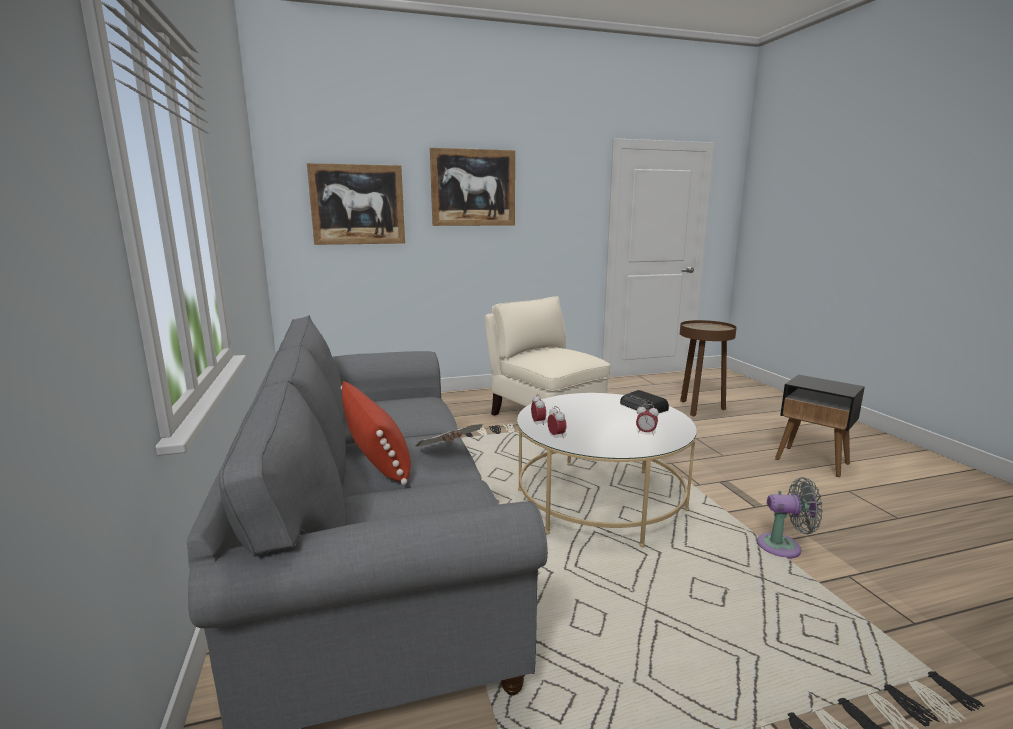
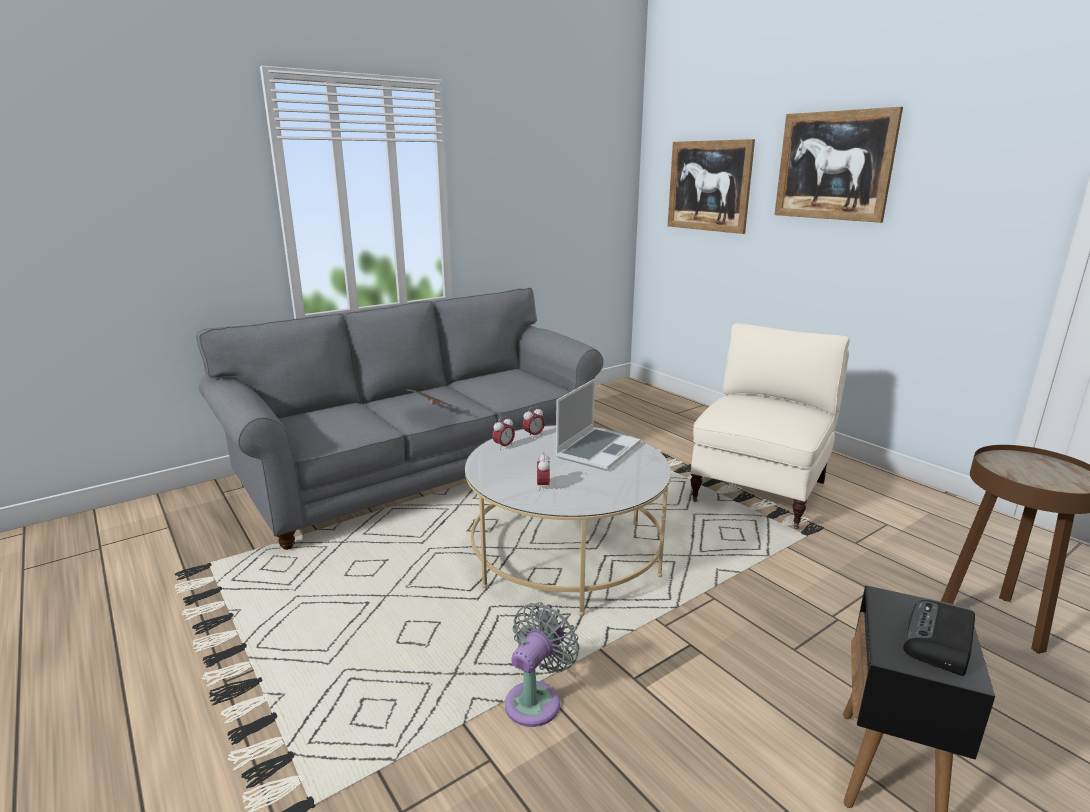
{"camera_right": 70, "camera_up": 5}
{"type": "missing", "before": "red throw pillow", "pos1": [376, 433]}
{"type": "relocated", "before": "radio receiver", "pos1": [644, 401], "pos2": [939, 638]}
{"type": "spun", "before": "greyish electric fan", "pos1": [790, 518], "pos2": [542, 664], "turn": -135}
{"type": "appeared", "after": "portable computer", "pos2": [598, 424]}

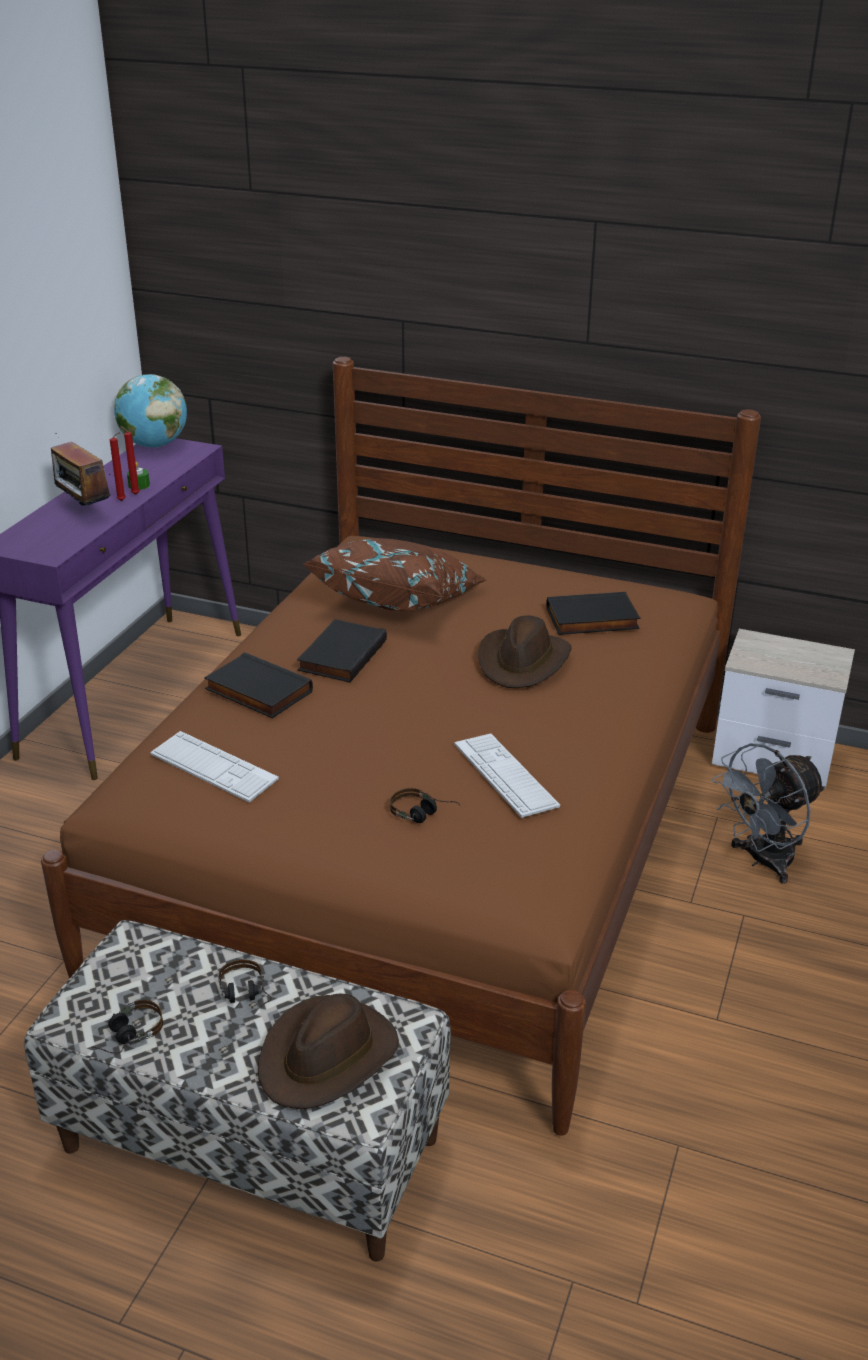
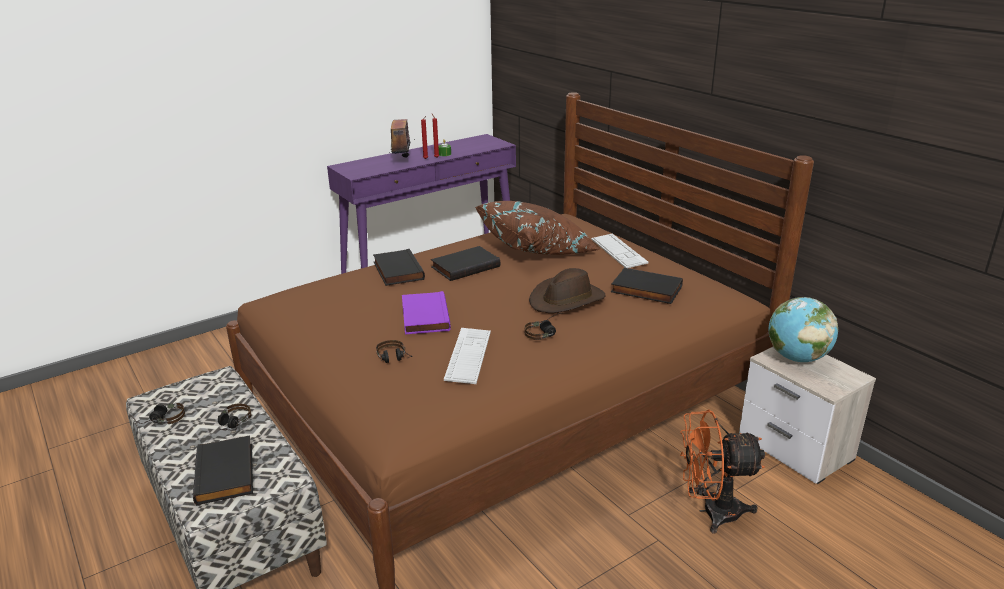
{"camera_right": 35, "camera_up": -5}
{"type": "relocated", "before": "world globe", "pos1": [150, 410], "pos2": [803, 329]}
{"type": "relocated", "before": "keyboard", "pos1": [214, 767], "pos2": [620, 251]}
{"type": "colour", "before": "greyish electric fan", "after": "orange electric fan", "pos1": [769, 813], "pos2": [722, 472]}
{"type": "exchanged", "before": "brown-coloured hat", "after": "blackish book", "pos1": [328, 1051], "pos2": [223, 471]}
{"type": "appeared", "after": "purple-coloured book", "pos2": [426, 312]}
{"type": "appeared", "after": "headset", "pos2": [542, 326]}

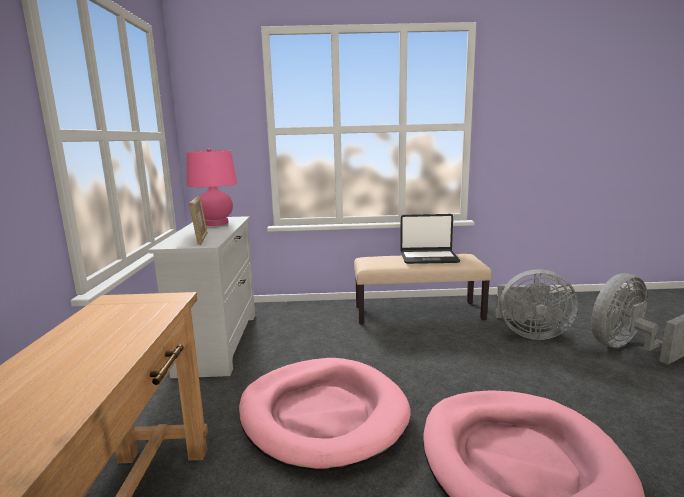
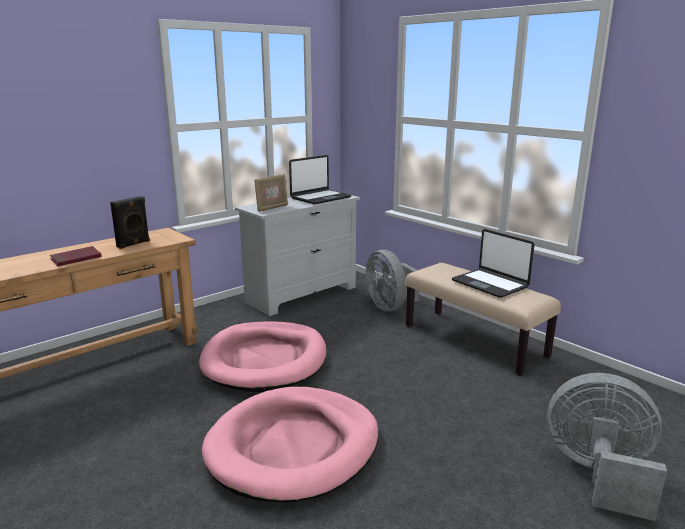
{"camera_right": 50, "camera_up": 5}
{"type": "exchanged", "before": "pinkish lamp for a table", "after": "portable computer", "pos1": [212, 187], "pos2": [320, 180]}
{"type": "relocated", "before": "greyish electric fan", "pos1": [537, 304], "pos2": [393, 281]}
{"type": "appeared", "after": "blackish loudspeaker", "pos2": [130, 222]}
{"type": "appeared", "after": "red book", "pos2": [76, 256]}

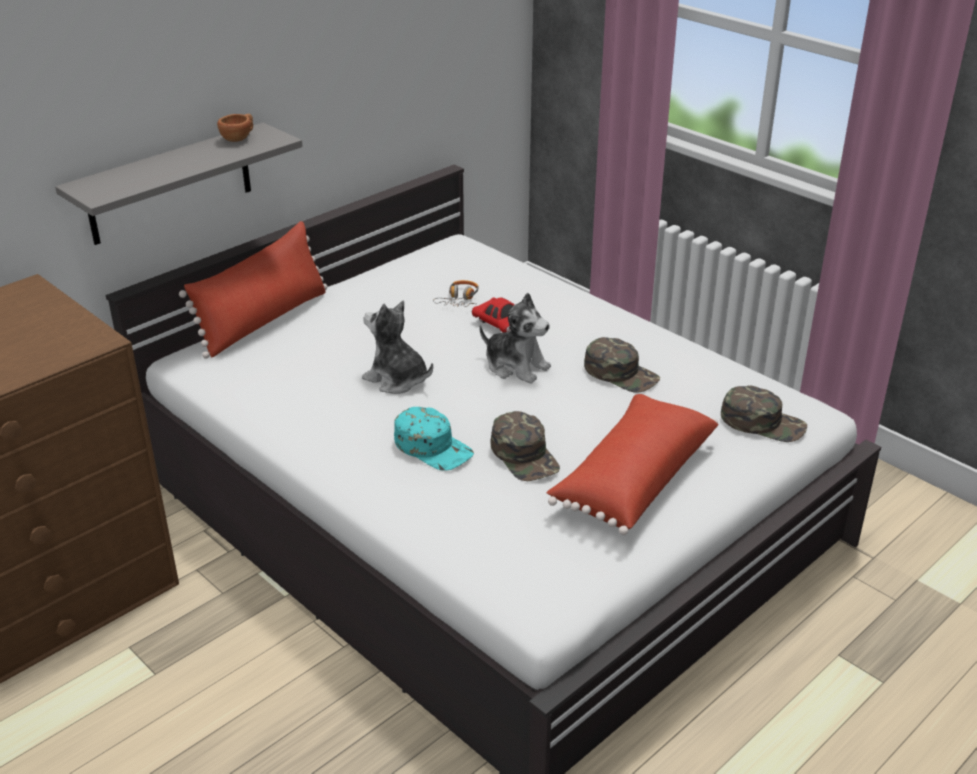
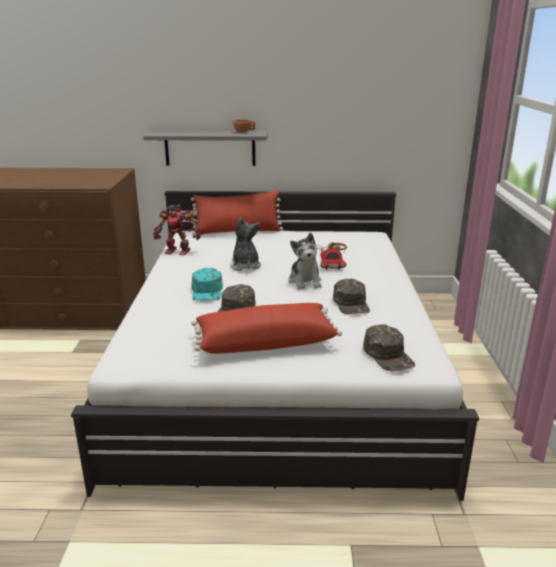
{"camera_right": 45, "camera_up": -10}
{"type": "appeared", "after": "model robot", "pos2": [177, 230]}

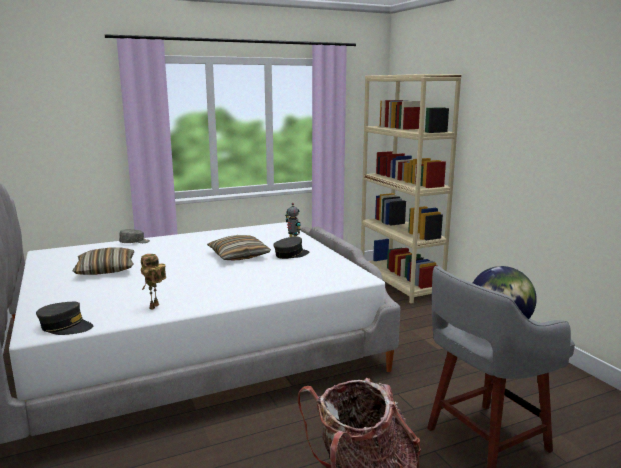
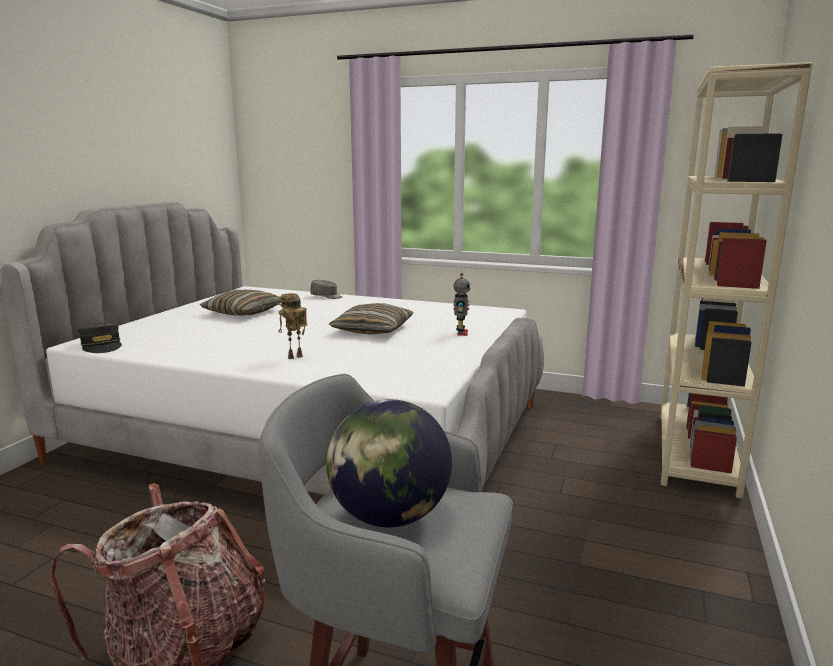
{"camera_right": 45, "camera_up": 0}
{"type": "missing", "before": "greyish baseball cap", "pos1": [291, 247]}
{"type": "relocated", "before": "model robot", "pos1": [153, 282], "pos2": [292, 326]}

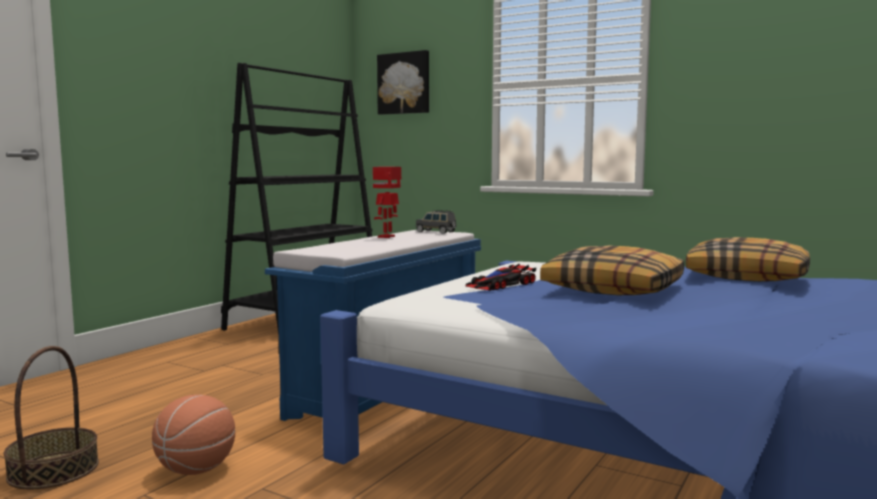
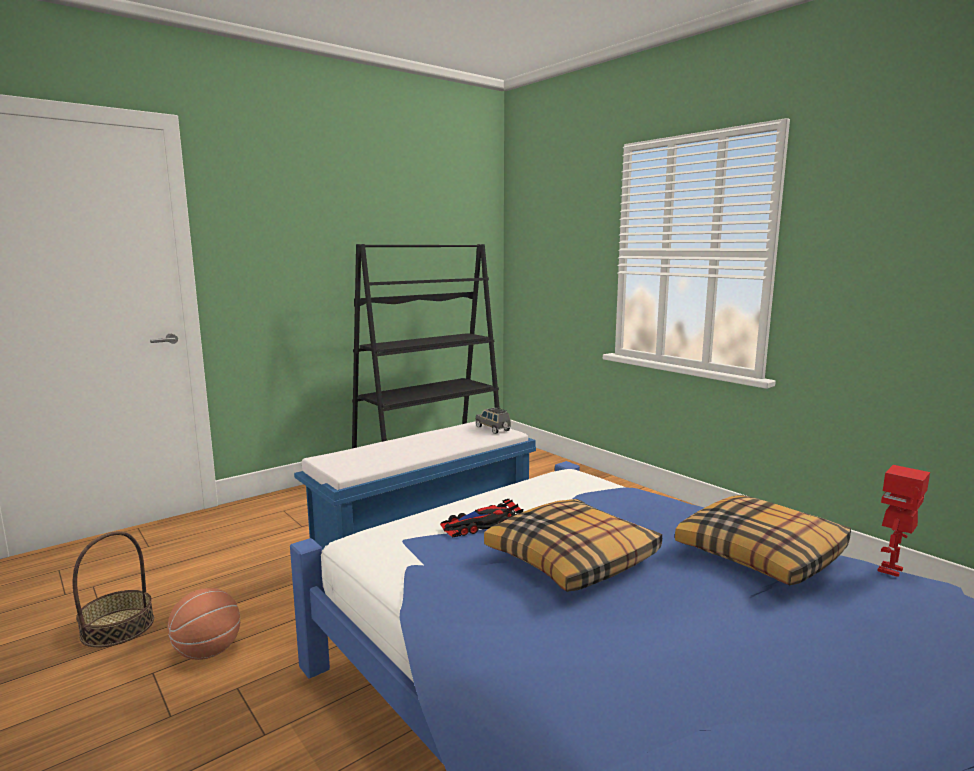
{"camera_right": 20, "camera_up": 5}
{"type": "missing", "before": "wall art", "pos1": [403, 82]}
{"type": "relocated", "before": "model robot", "pos1": [387, 202], "pos2": [903, 521]}

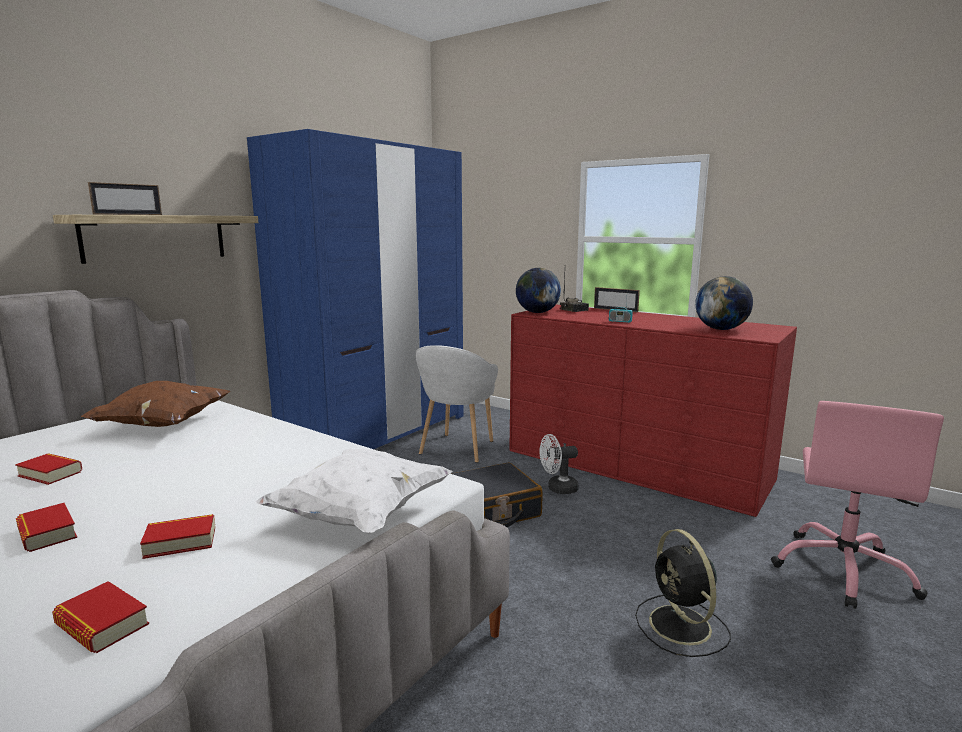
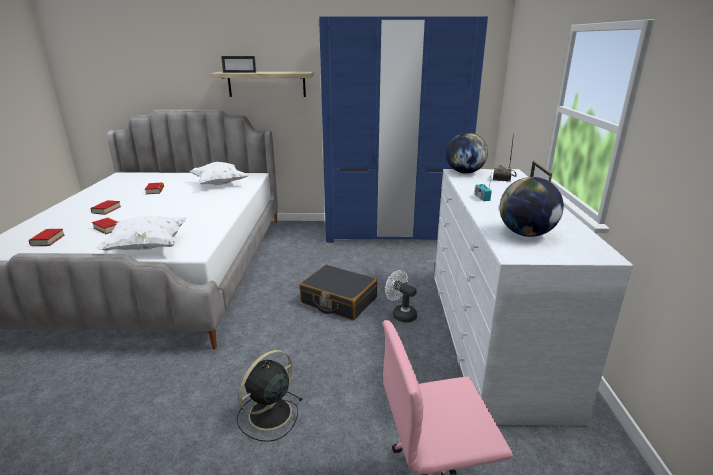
{"camera_right": 55, "camera_up": 10}
{"type": "colour", "before": "red drawer chest", "after": "whitish drawer chest", "pos1": [653, 411], "pos2": [534, 297]}
{"type": "missing", "before": "whitish lounge chair", "pos1": [457, 404]}
{"type": "colour", "before": "brown-coloured throw pillow", "after": "whitish throw pillow", "pos1": [156, 404], "pos2": [219, 173]}

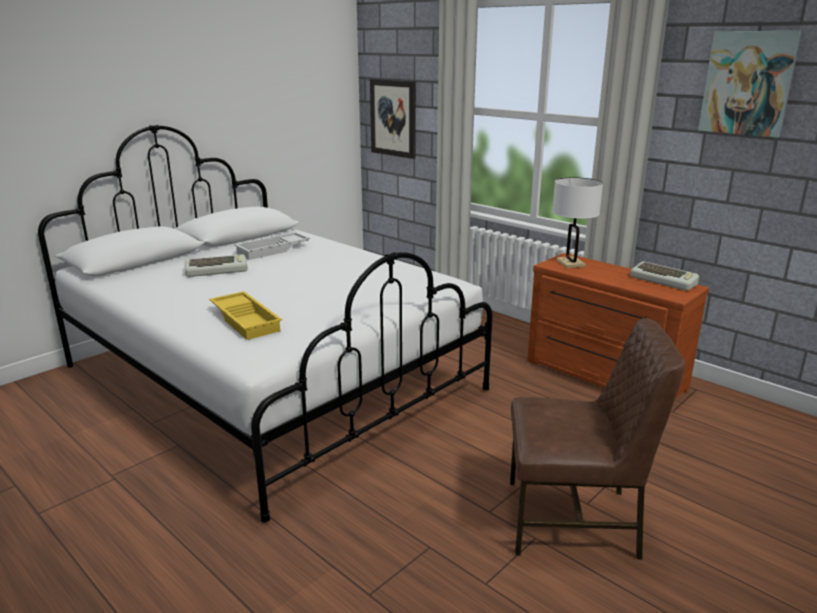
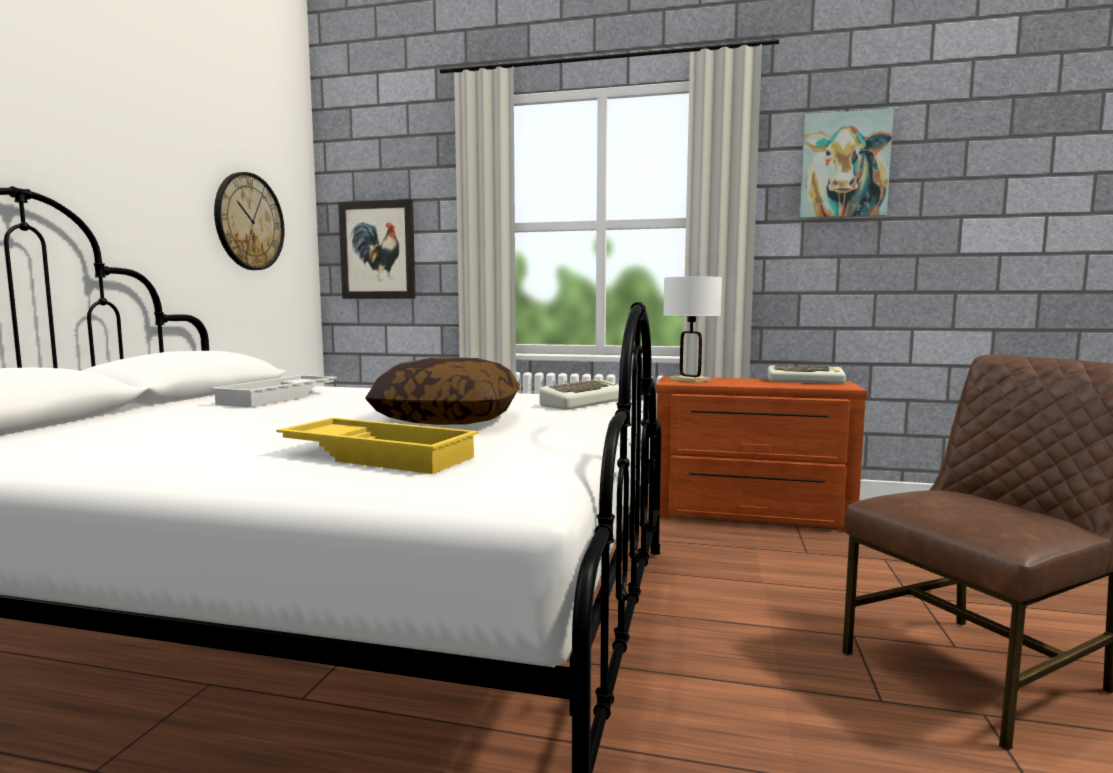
{"camera_right": -30, "camera_up": -15}
{"type": "relocated", "before": "keyboard", "pos1": [216, 265], "pos2": [579, 394]}
{"type": "appeared", "after": "wall clock", "pos2": [249, 221]}
{"type": "appeared", "after": "throw pillow", "pos2": [442, 391]}

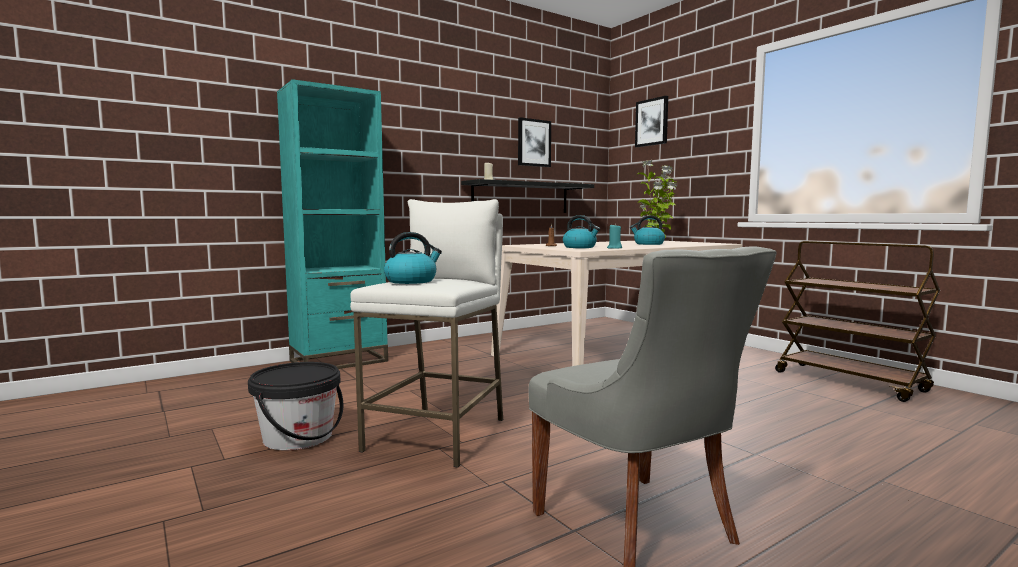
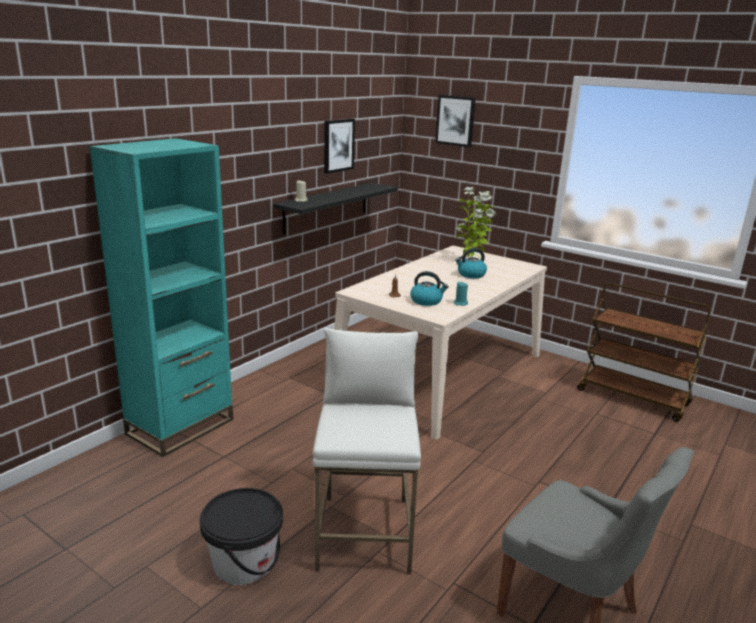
{"camera_right": -20, "camera_up": 15}
{"type": "missing", "before": "kettle", "pos1": [413, 258]}

